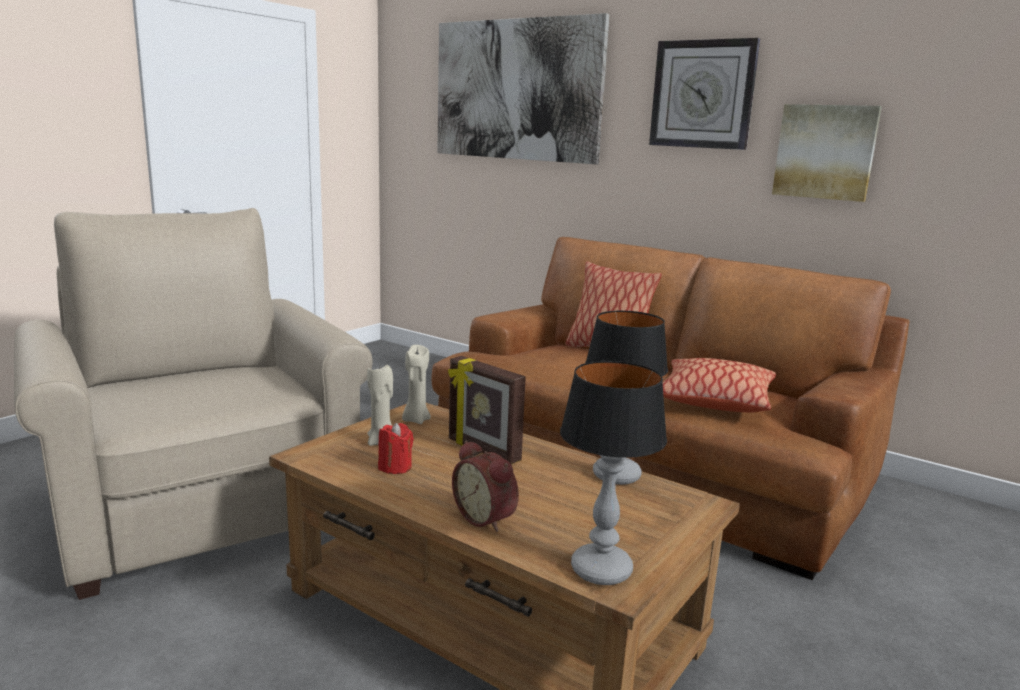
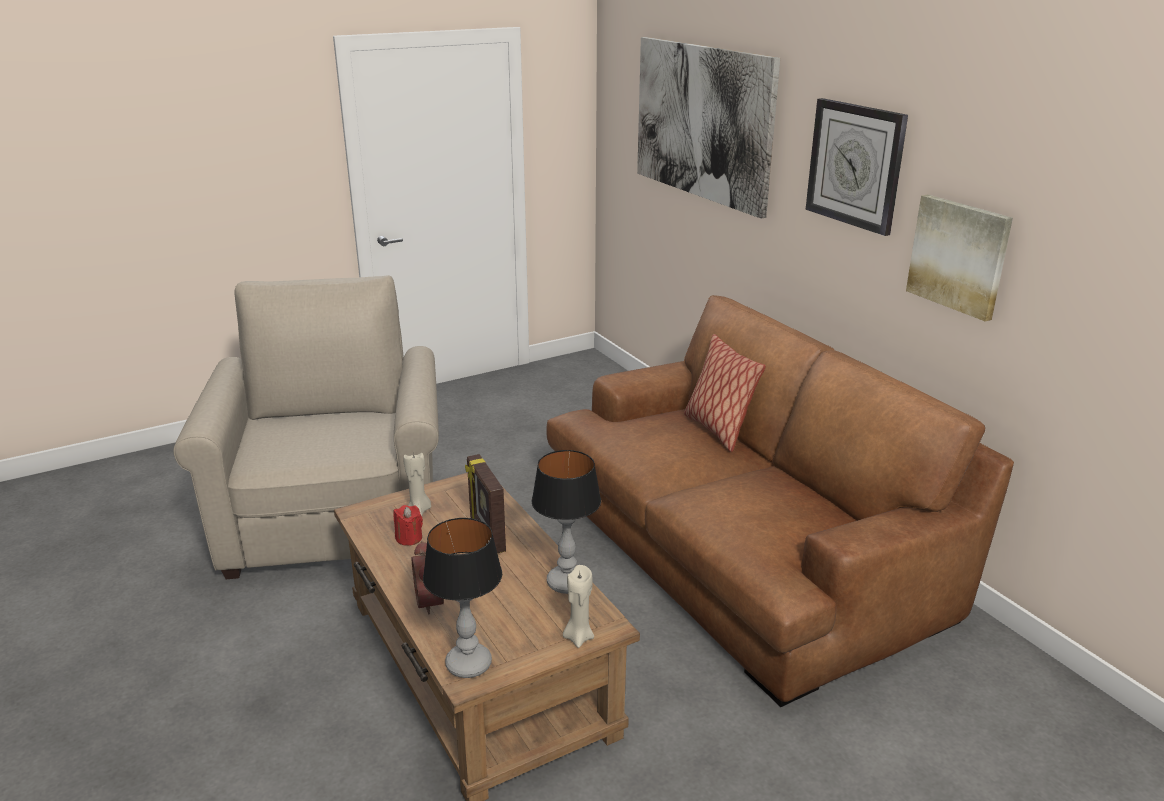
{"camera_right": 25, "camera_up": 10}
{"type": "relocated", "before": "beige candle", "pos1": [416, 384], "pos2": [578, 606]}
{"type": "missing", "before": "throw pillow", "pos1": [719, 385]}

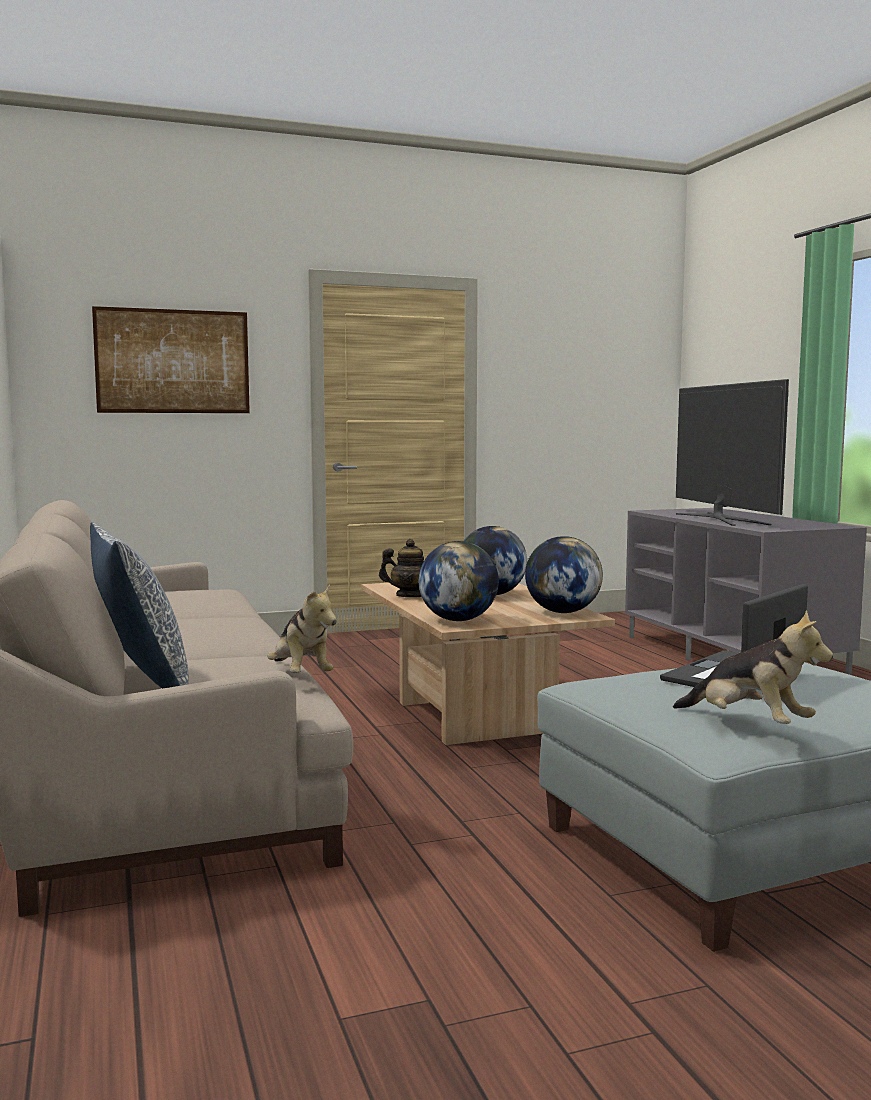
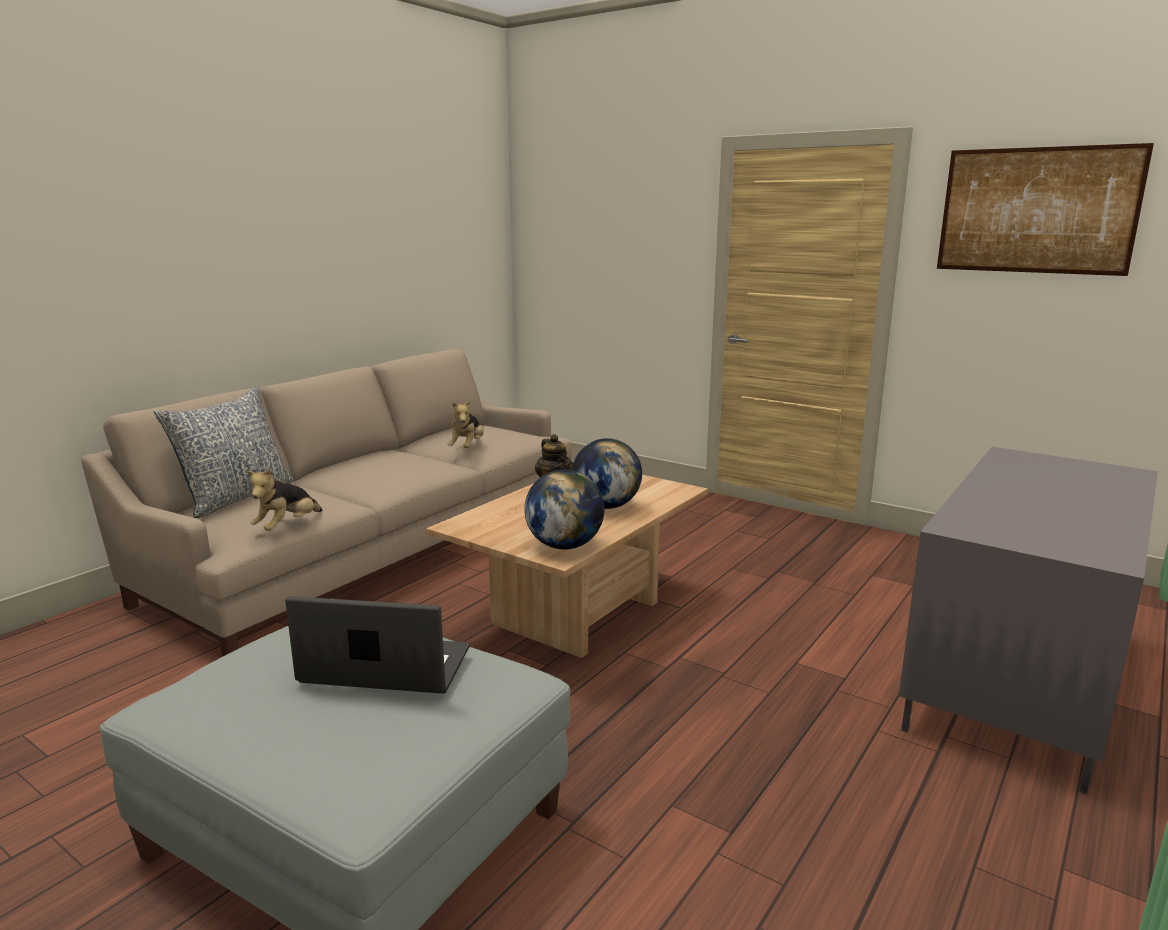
{"camera_right": 55, "camera_up": 10}
{"type": "relocated", "before": "wall art", "pos1": [171, 359], "pos2": [1045, 209]}
{"type": "missing", "before": "TV", "pos1": [732, 452]}
{"type": "missing", "before": "world globe", "pos1": [459, 581]}
{"type": "relocated", "before": "soft toy", "pos1": [753, 667], "pos2": [465, 423]}

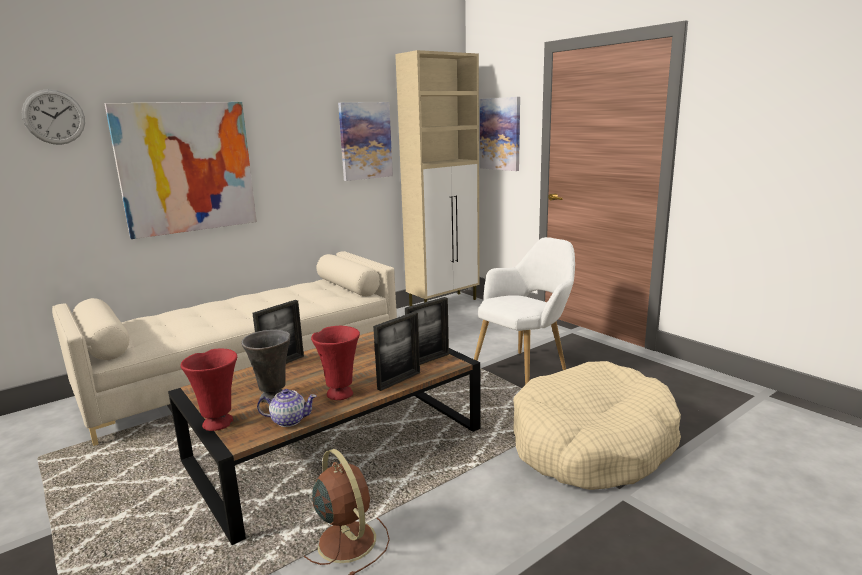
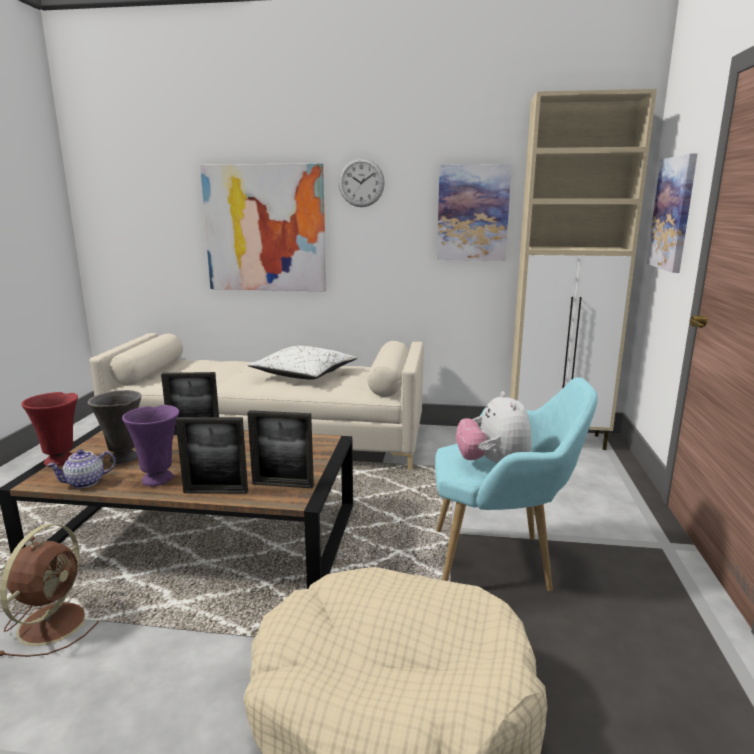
{"camera_right": 45, "camera_up": 0}
{"type": "relocated", "before": "wall clock", "pos1": [53, 117], "pos2": [361, 182]}
{"type": "colour", "before": "whitish lounge chair", "after": "turquoise lounge chair", "pos1": [524, 311], "pos2": [516, 484]}
{"type": "colour", "before": "red decorative vase", "after": "purple-coloured decorative vase", "pos1": [335, 363], "pos2": [150, 445]}
{"type": "spun", "before": "teapot", "pos1": [287, 408], "pos2": [81, 468], "turn": 105}
{"type": "appeared", "after": "whitish throw pillow", "pos2": [302, 363]}
{"type": "appeared", "after": "soft toy", "pos2": [494, 427]}

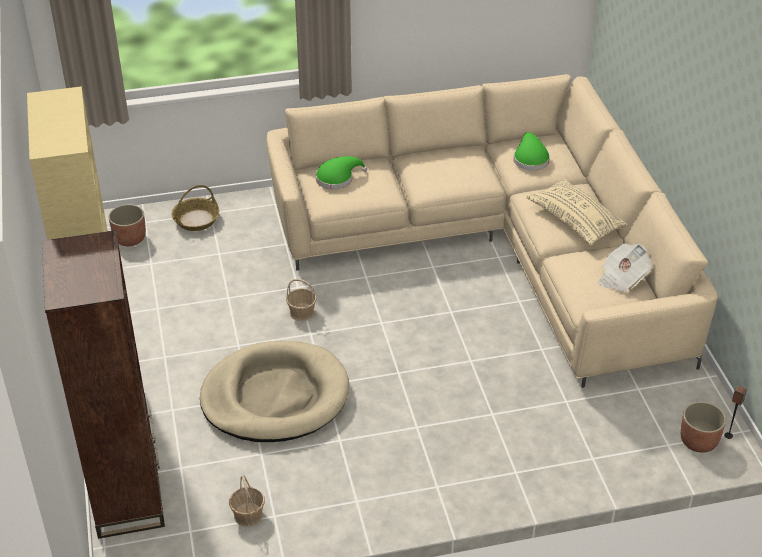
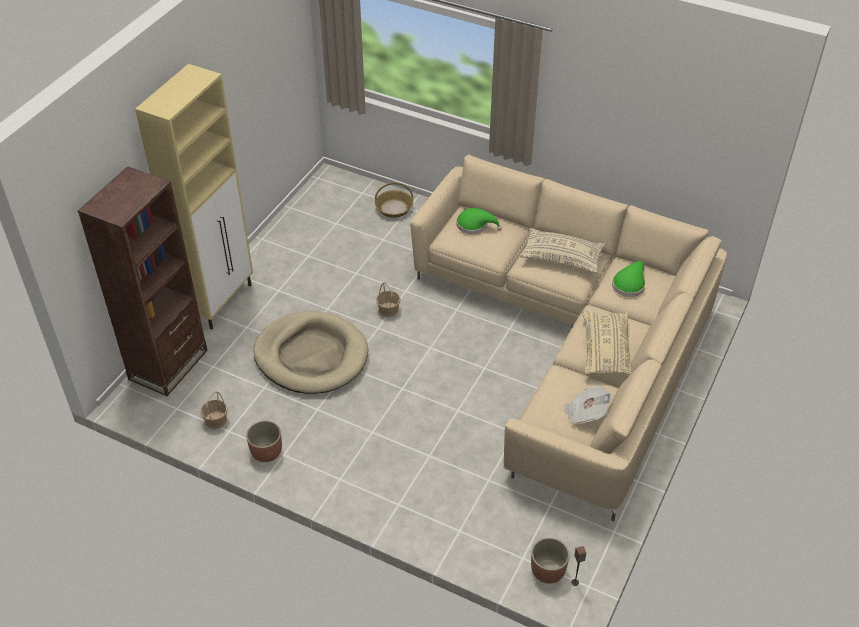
{"camera_right": 40, "camera_up": 5}
{"type": "relocated", "before": "plant pot", "pos1": [127, 225], "pos2": [264, 441]}
{"type": "appeared", "after": "beige throw pillow", "pos2": [562, 251]}

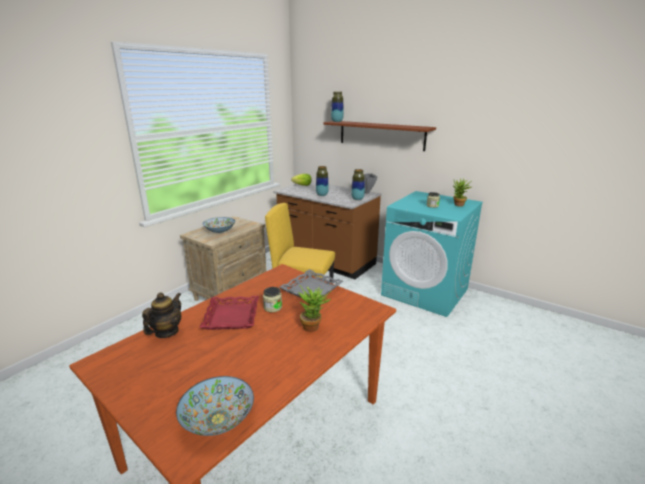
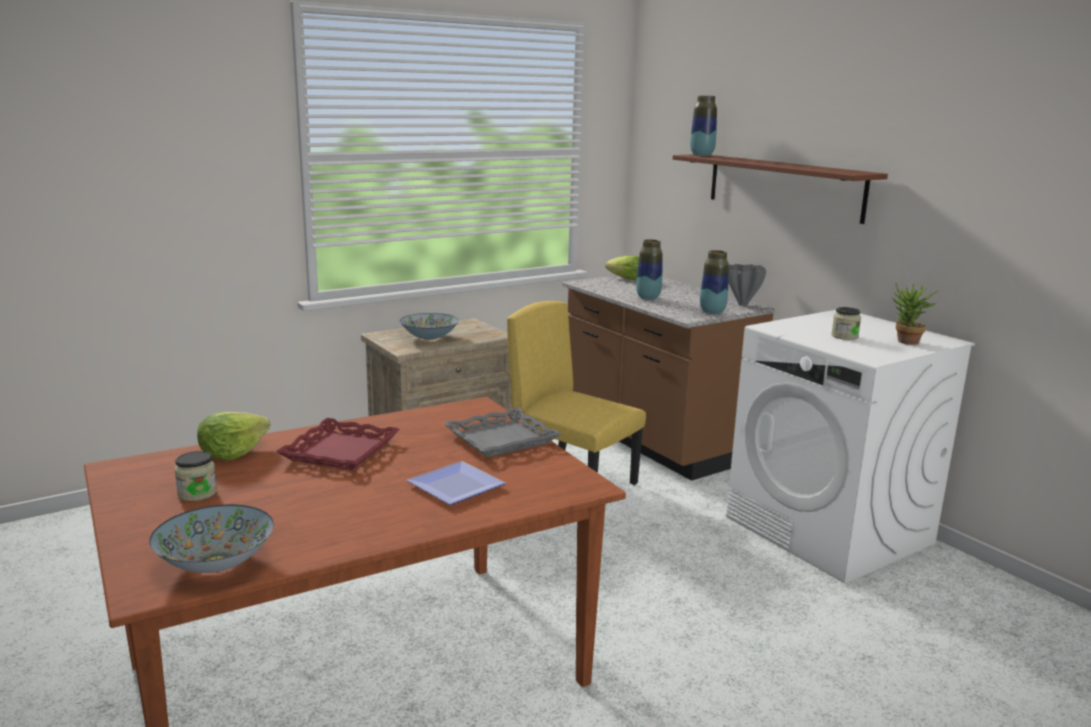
{"camera_right": 20, "camera_up": -5}
{"type": "colour", "before": "turquoise laundry appliance", "after": "whitish laundry appliance", "pos1": [432, 254], "pos2": [850, 446]}
{"type": "exchanged", "before": "plant in a pot", "after": "flat dish", "pos1": [314, 309], "pos2": [456, 483]}
{"type": "relocated", "before": "jar", "pos1": [272, 299], "pos2": [196, 476]}
{"type": "exchanged", "before": "teapot", "after": "lettuce head", "pos1": [161, 315], "pos2": [233, 436]}

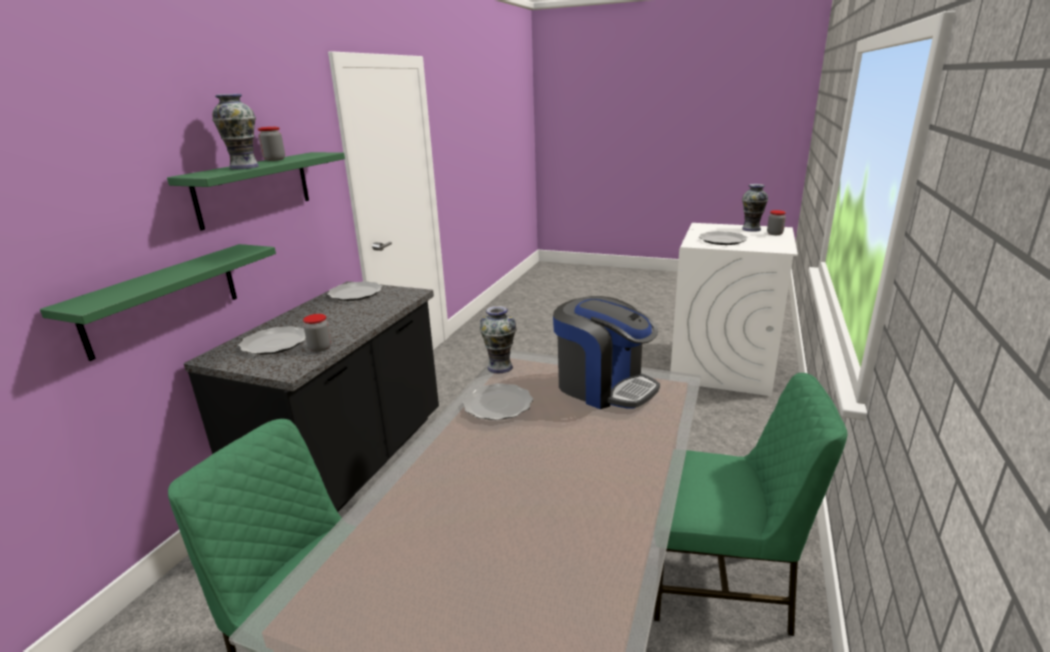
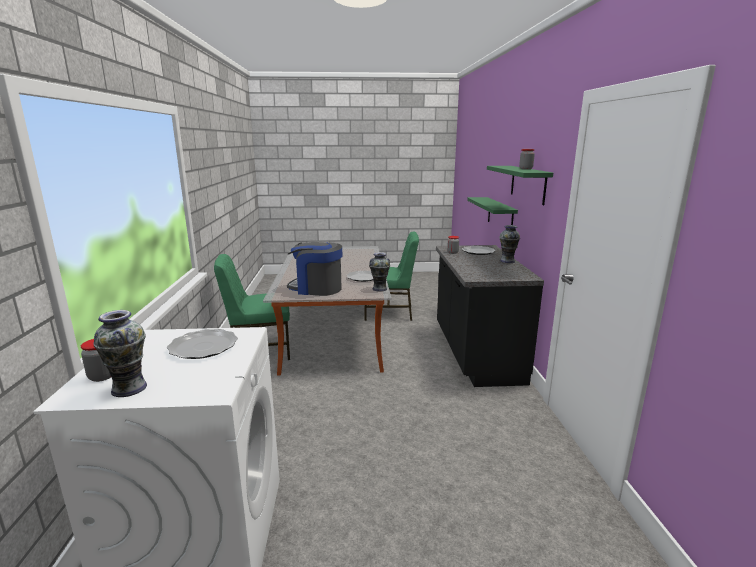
{"camera_right": 155, "camera_up": -5}
{"type": "relocated", "before": "decorative vase", "pos1": [235, 132], "pos2": [509, 244]}
{"type": "missing", "before": "flat dish", "pos1": [354, 291]}

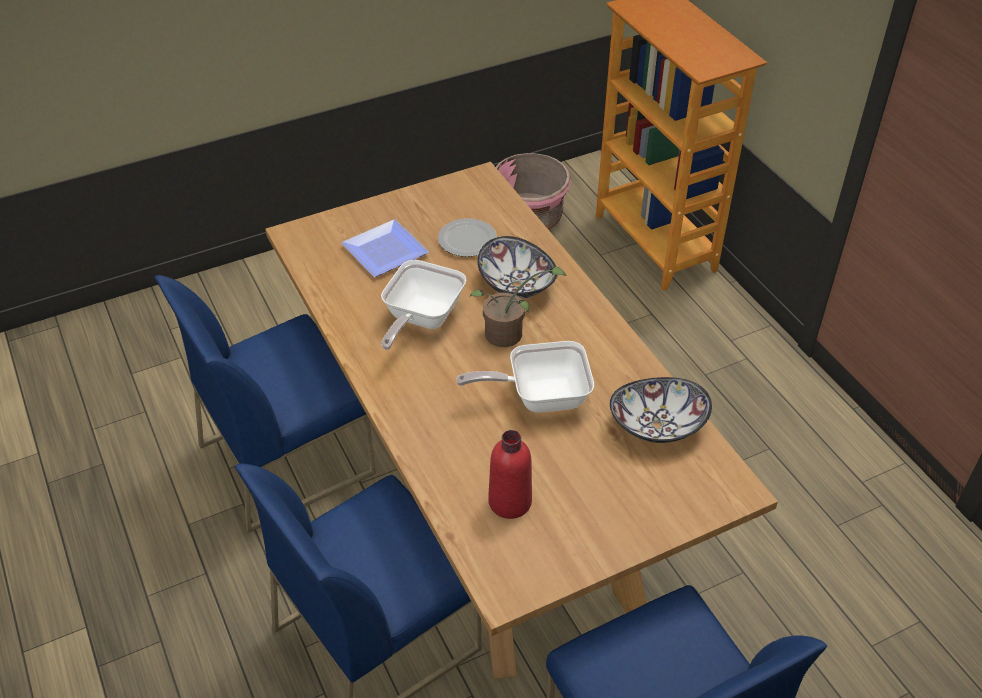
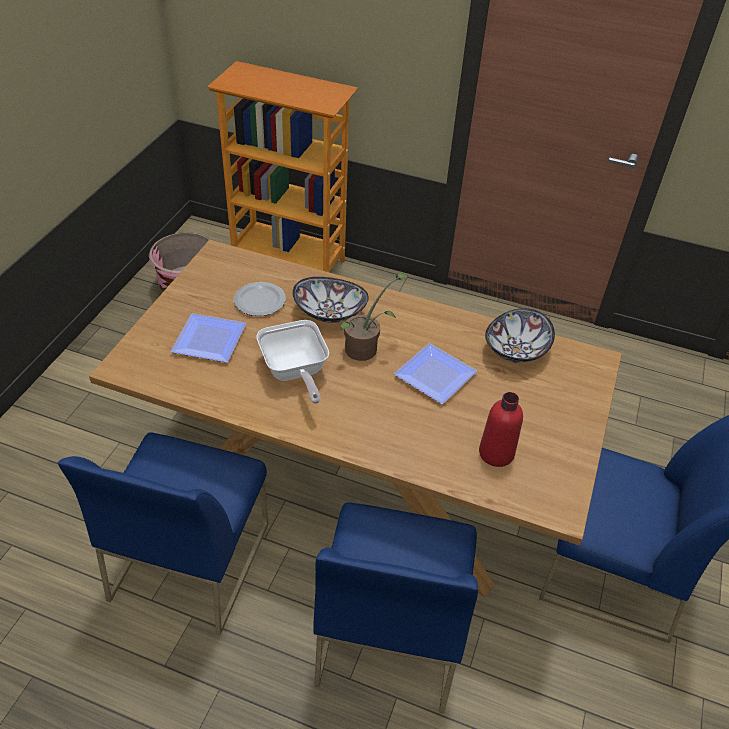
{"camera_right": -45, "camera_up": 0}
{"type": "exchanged", "before": "pan", "after": "flat dish", "pos1": [525, 377], "pos2": [435, 373]}

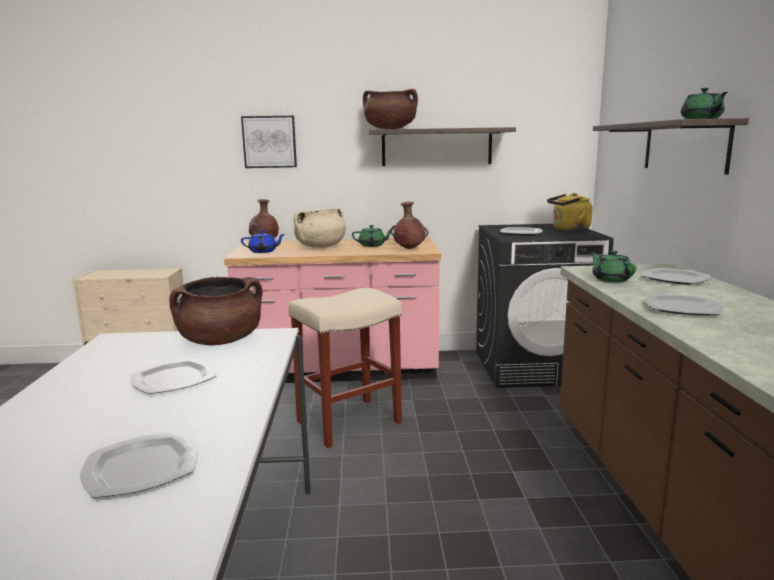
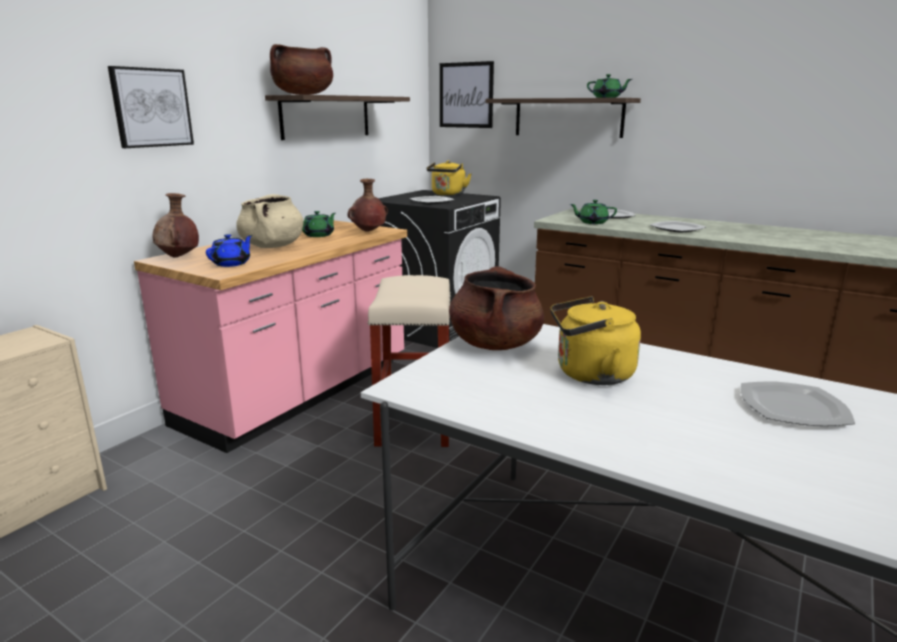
{"camera_right": -55, "camera_up": 5}
{"type": "exchanged", "before": "flat dish", "after": "yellowish kettle", "pos1": [173, 376], "pos2": [595, 341]}
{"type": "appeared", "after": "wall art", "pos2": [467, 94]}

